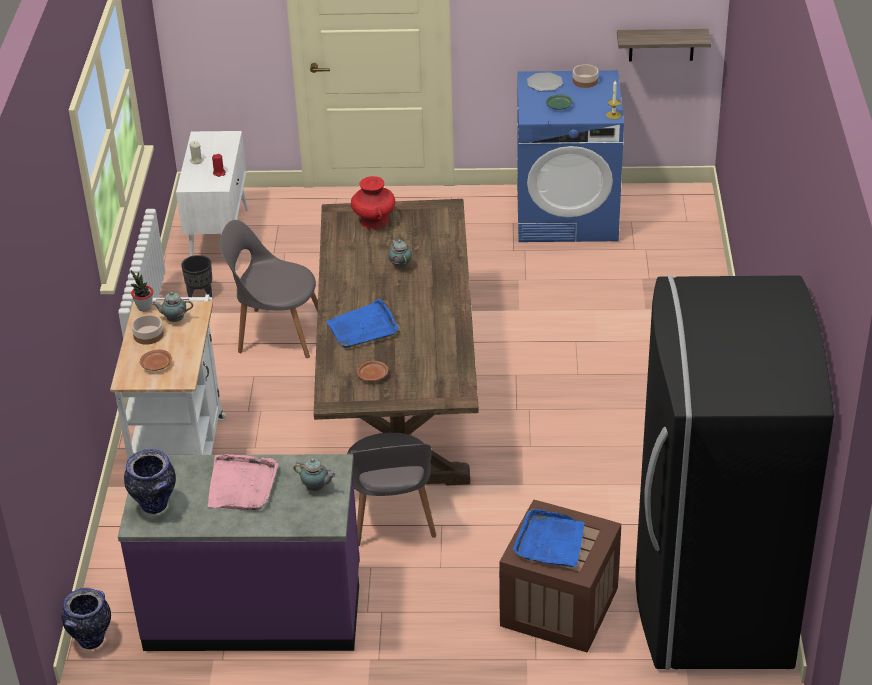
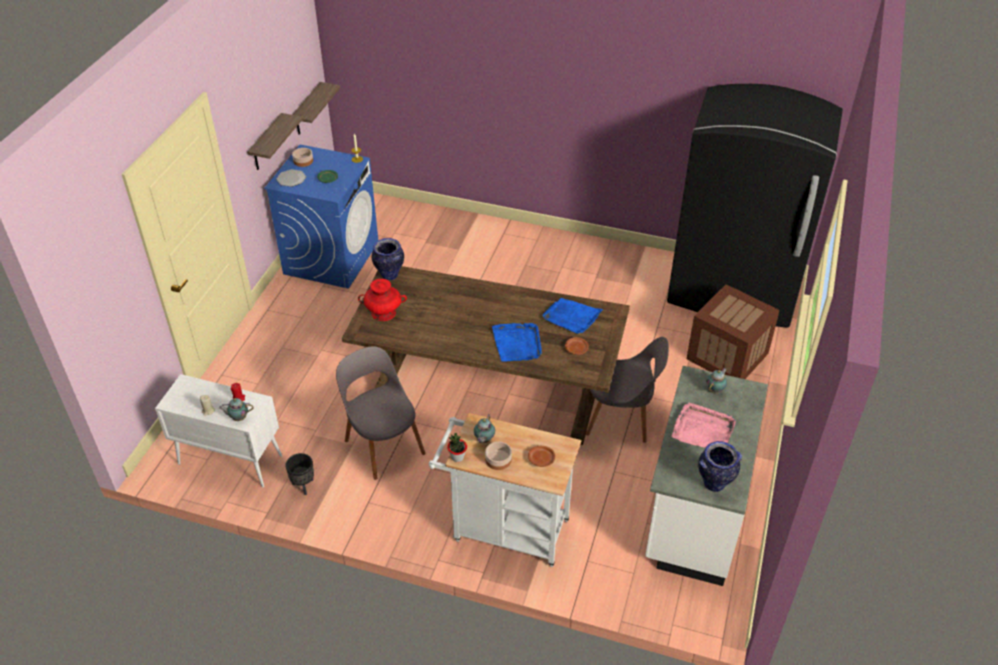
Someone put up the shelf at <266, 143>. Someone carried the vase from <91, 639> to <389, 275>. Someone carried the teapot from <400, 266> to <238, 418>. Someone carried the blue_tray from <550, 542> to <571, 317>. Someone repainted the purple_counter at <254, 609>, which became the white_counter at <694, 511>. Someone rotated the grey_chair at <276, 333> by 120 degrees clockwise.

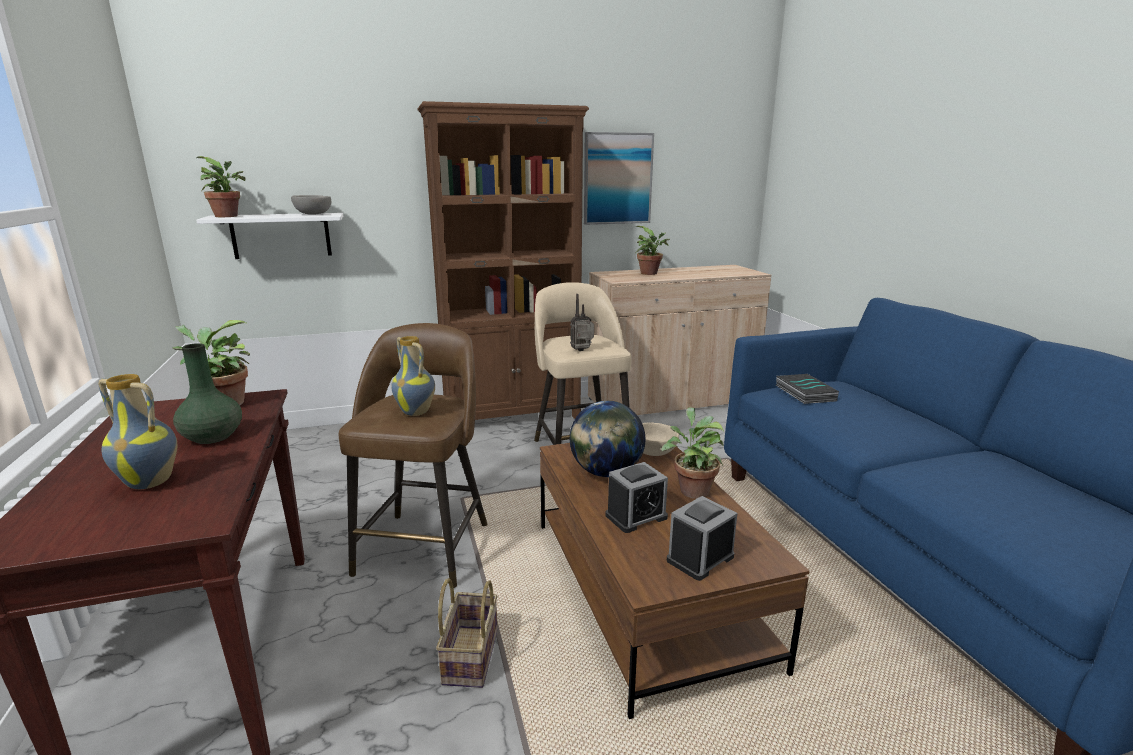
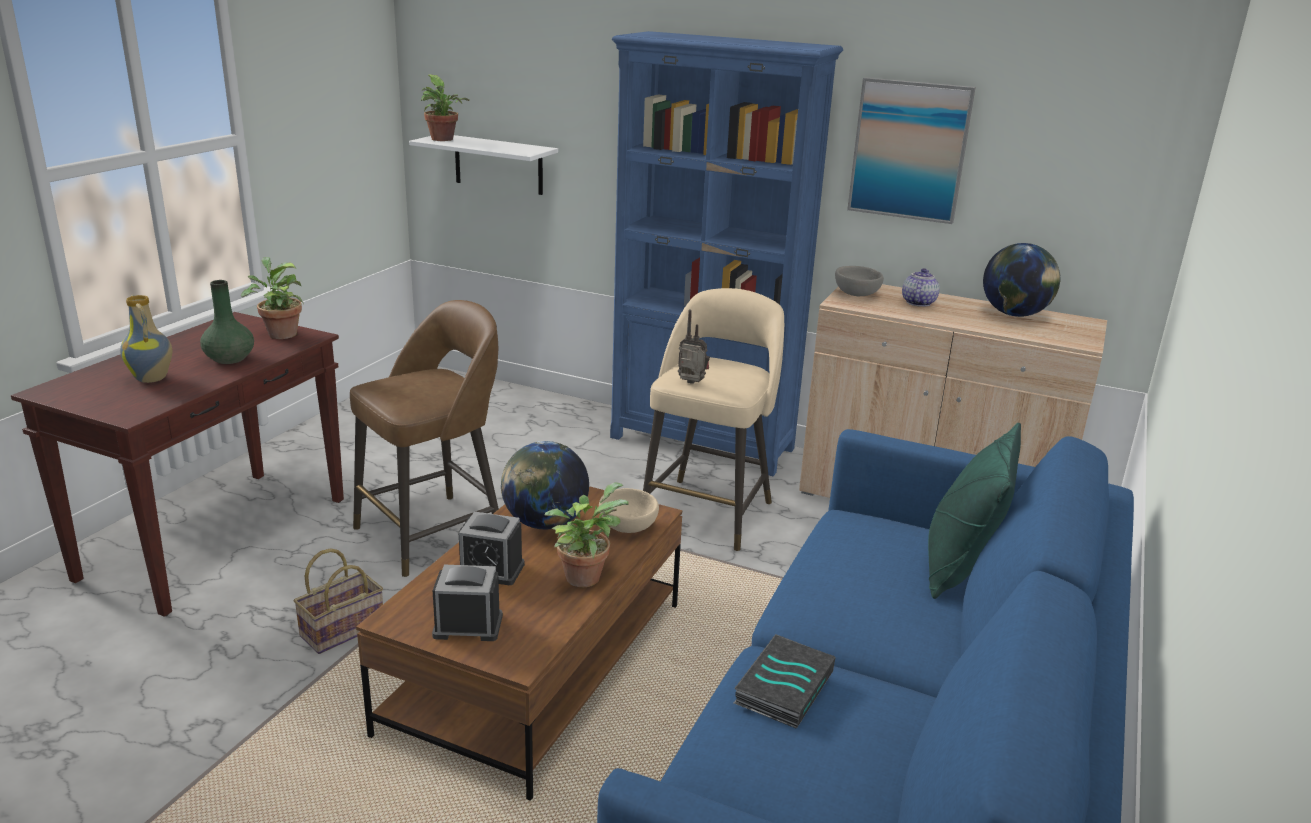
Someone took away the vase at <417, 412>. Someone put down the green_pillow at <959, 567>. Someone put down the globe at <1014, 315>. Someone carried the grey_bowl from <312, 214> to <856, 294>. Someone carried the book from <803, 393> to <783, 686>. Someone swapped the potted_plant at <651, 273> for the teapot at <917, 302>. Someone repainted the brown_bookcase at <513, 415>, which became the blue_bookcase at <703, 443>.

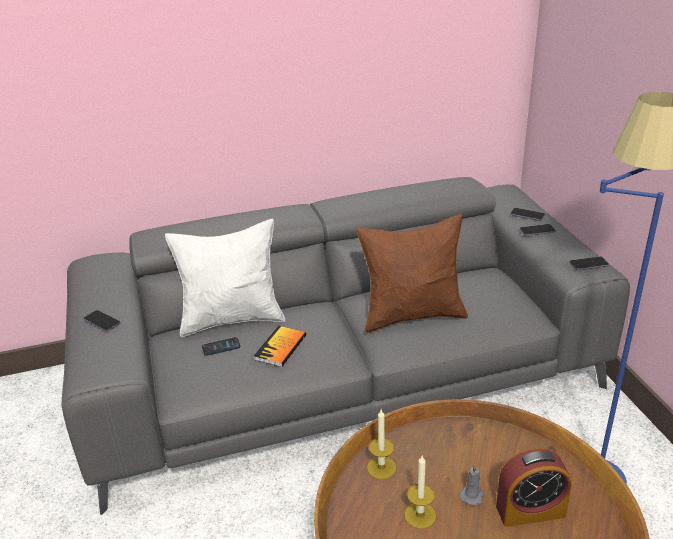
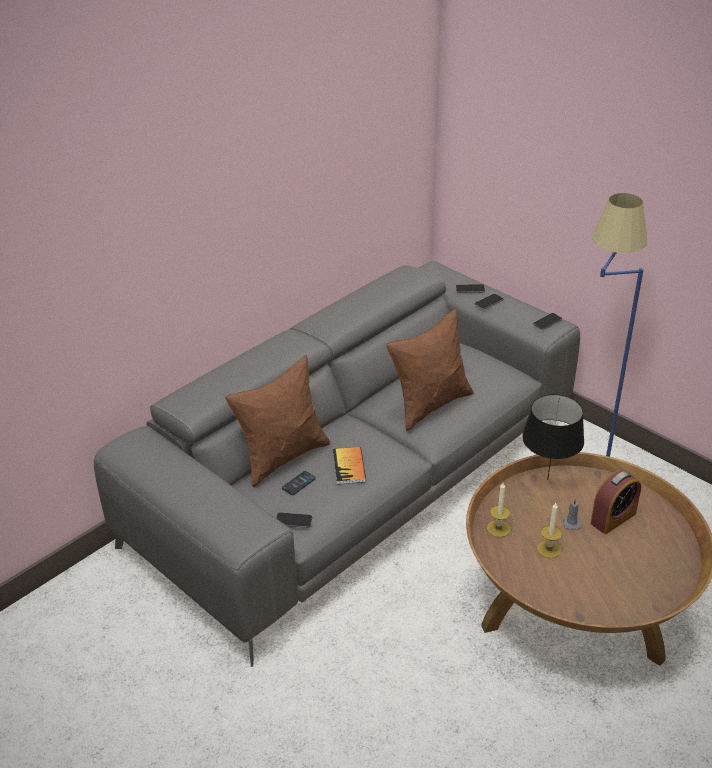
Someone put down the black_table_lamp at <548, 480>. Someone carried the phone from <102, 322> to <293, 521>. Someone repainted the white_pillow at <232, 319>, which became the brown_pillow at <282, 457>.

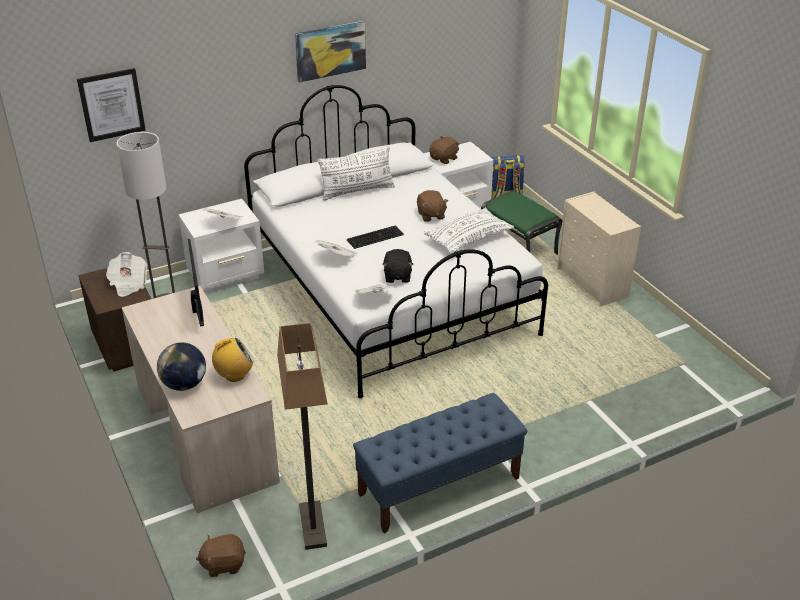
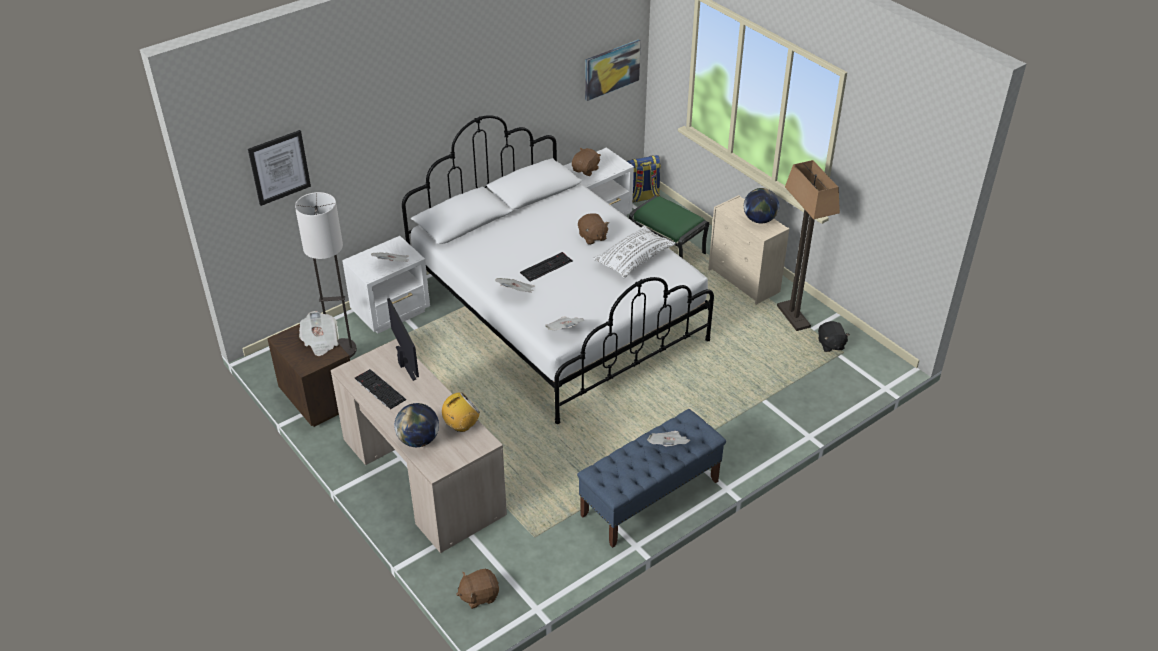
Someone took away the white_pillow at <357, 191>. Someone put down the keyboard at <379, 389>. Someone put down the newspaper at <668, 446>. Someone put down the globe at <759, 220>. Someone carried the floor_lamp from <312, 526> to <793, 316>. Someone carried the picture from <330, 51> to <611, 69>. Someone carried the black_plush_toy from <397, 276> to <830, 344>.

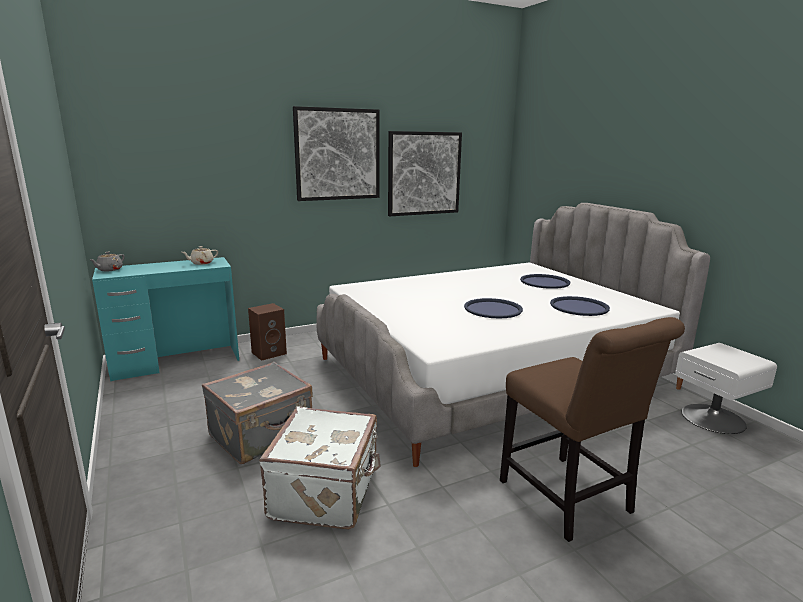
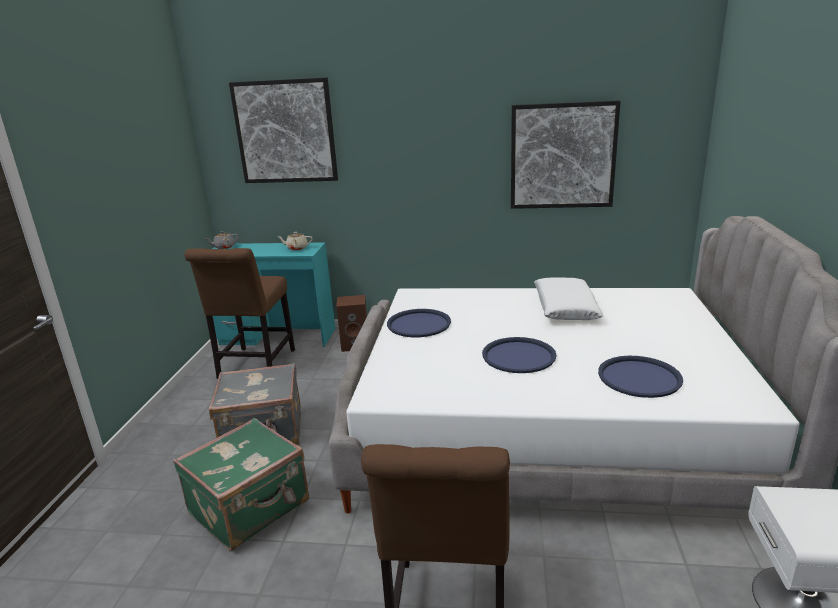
Someone put down the brown_chair at <255, 366>. Someone put down the white_pillow at <565, 308>. Someone carried the picture from <337, 154> to <285, 132>. Someone carried the blue_tray from <544, 282> to <419, 324>. Someone repainted the white_suitcase at <327, 493>, which became the green_suitcase at <251, 508>.

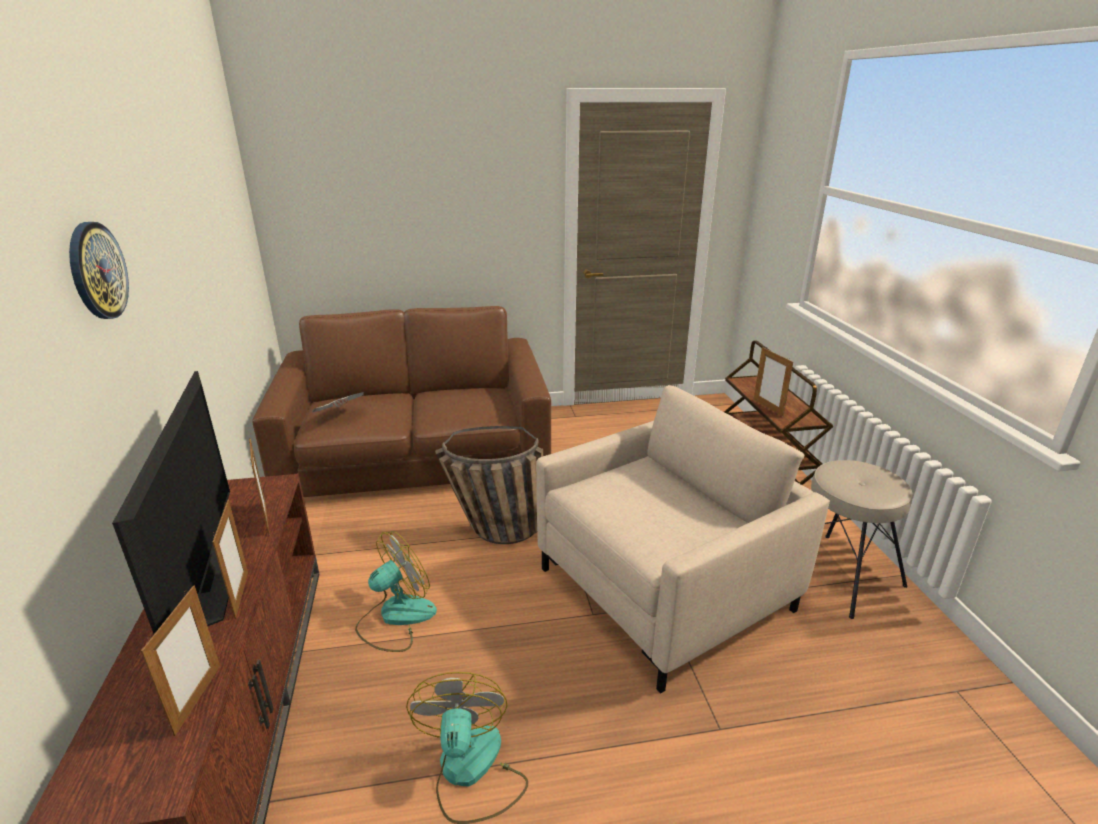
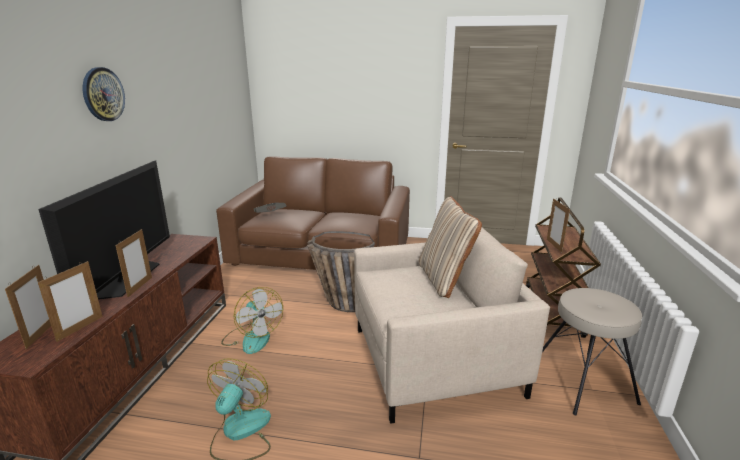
Someone put down the beige_pillow at <444, 279>. Someone carried the picture_frame from <266, 518> to <41, 334>. Someone rotated the fan at <396, 618> by 75 degrees clockwise.

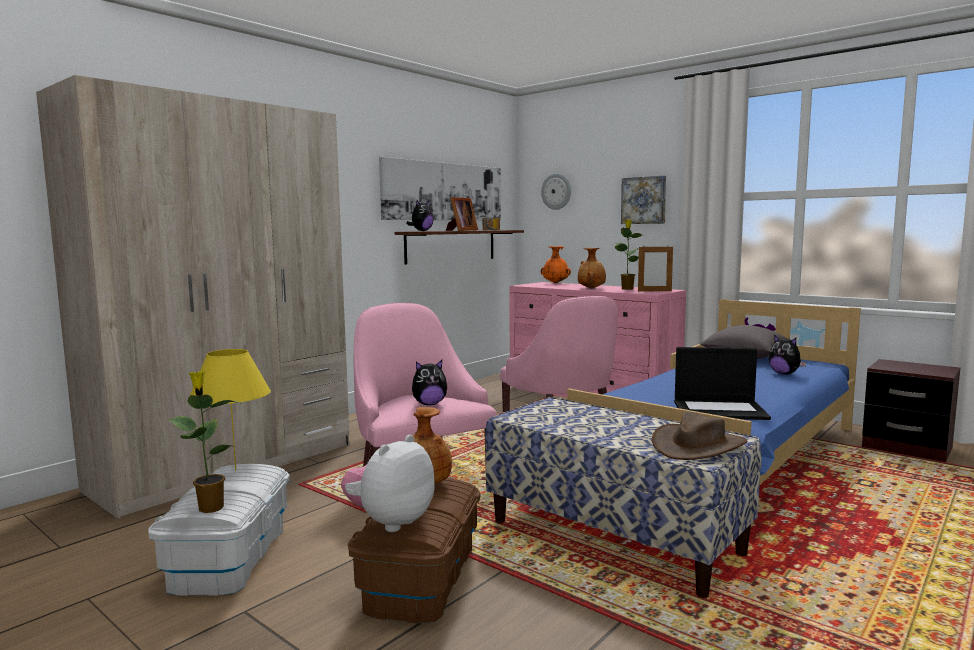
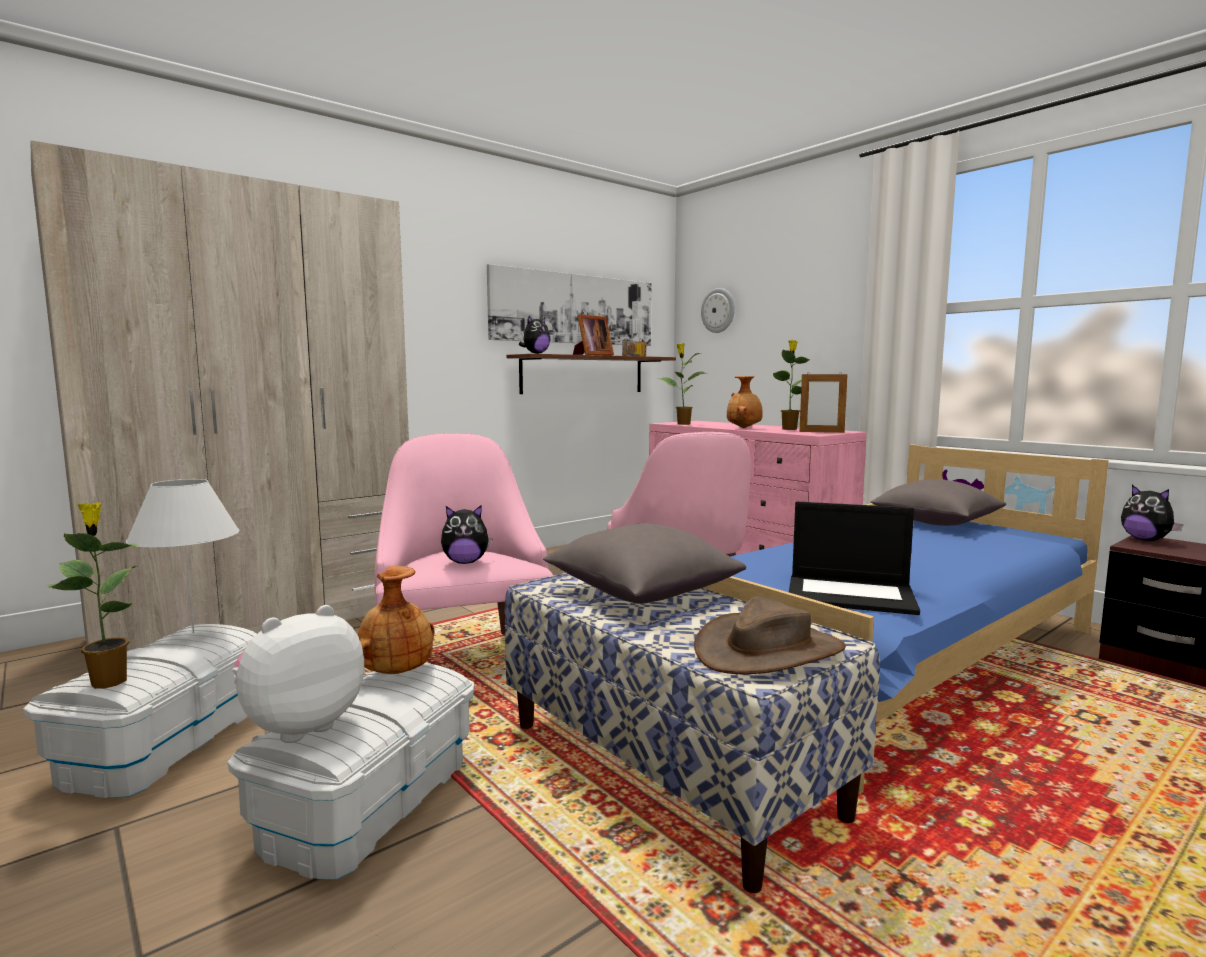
Someone took away the orange_vase at <555, 283>. Someone took away the picture at <644, 200>. Someone put down the grey_pillow at <642, 593>. Someone put down the potted_plant at <683, 424>. Someone carried the plush_toy from <784, 374> to <1146, 540>. Someone repainted the yellow_table_lamp at <235, 470>, which became the white_table_lamp at <193, 632>. Someone repainted the brown_storage_box at <420, 577>, which became the white_storage_box at <368, 802>.

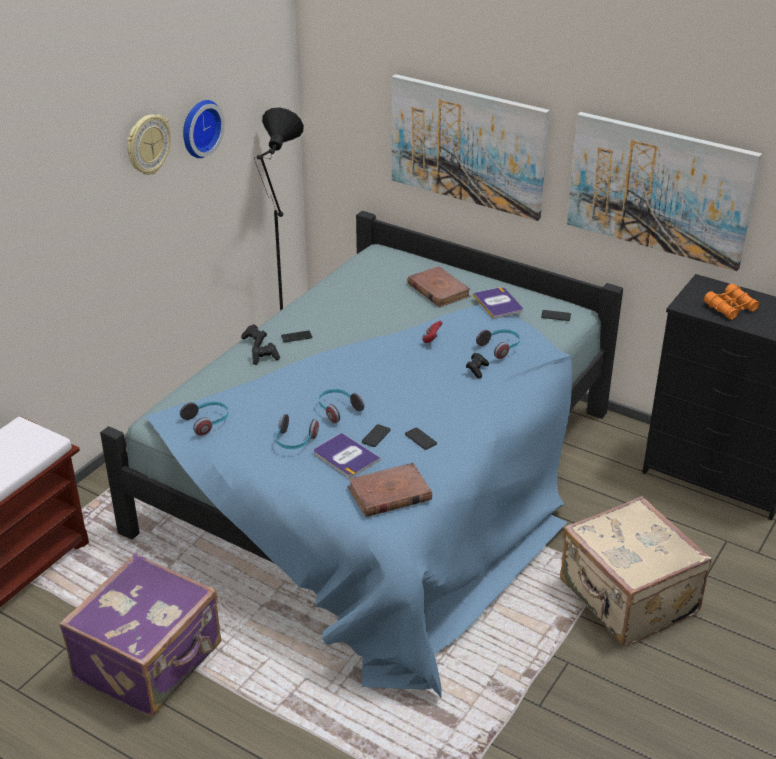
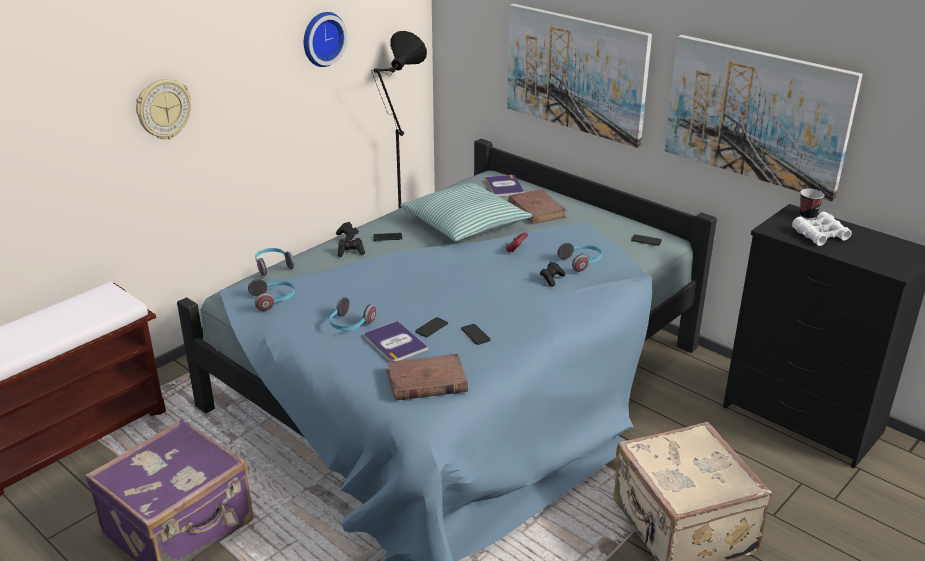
Someone put down the pillow at <465, 224>. Someone put down the cup at <807, 216>. Someone carried the wall_clock from <147, 144> to <163, 109>. Someone carried the headphones from <338, 410> to <273, 266>. Someone carried the book from <498, 303> to <504, 186>. Someone repainted the orange_binoculars at <730, 307>, which became the white_binoculars at <820, 235>.

